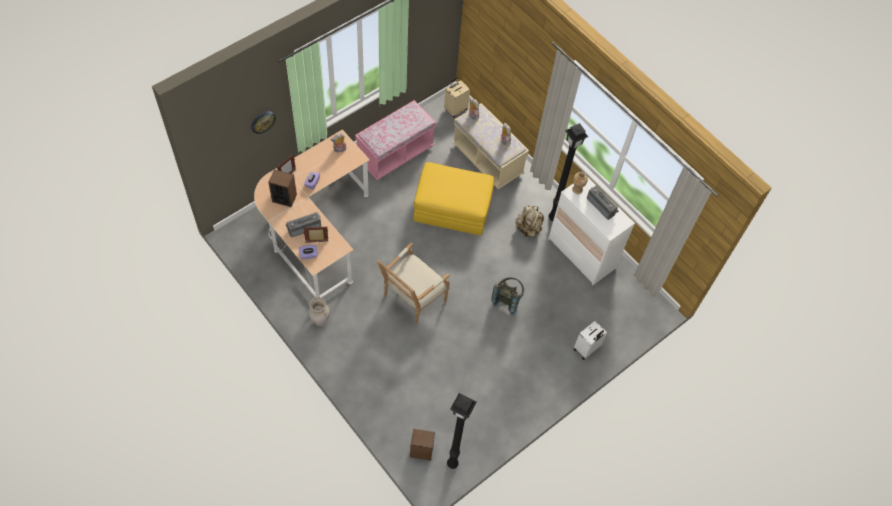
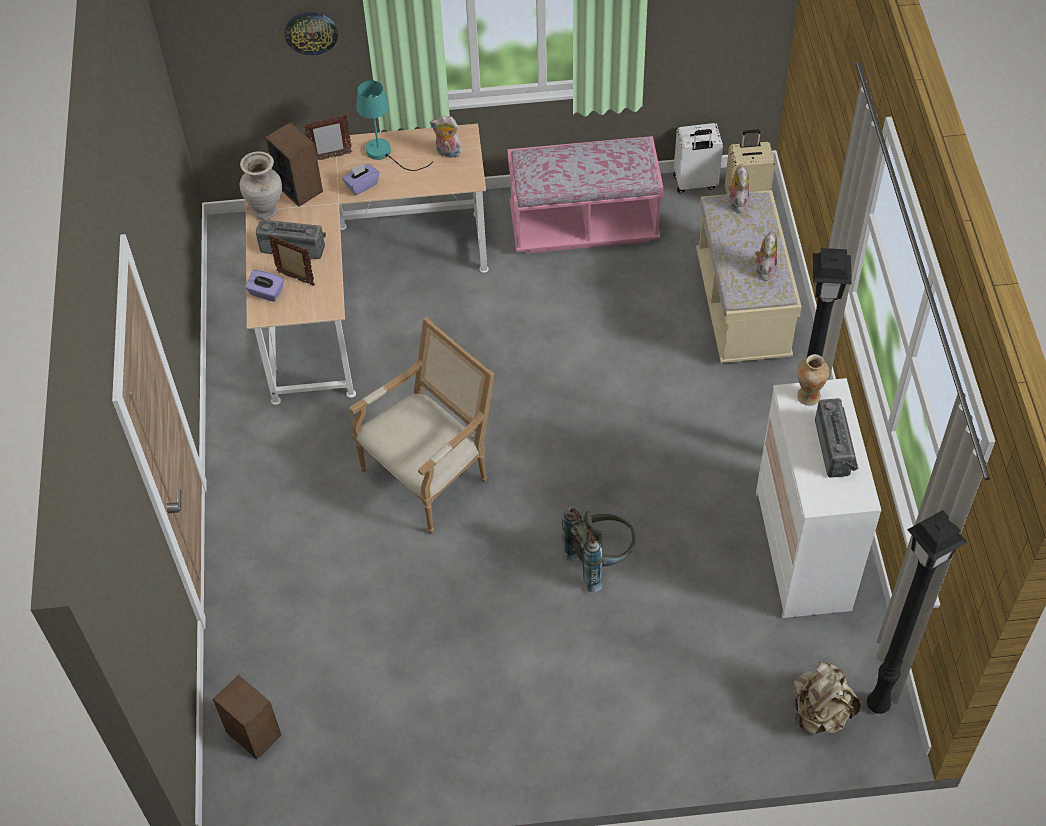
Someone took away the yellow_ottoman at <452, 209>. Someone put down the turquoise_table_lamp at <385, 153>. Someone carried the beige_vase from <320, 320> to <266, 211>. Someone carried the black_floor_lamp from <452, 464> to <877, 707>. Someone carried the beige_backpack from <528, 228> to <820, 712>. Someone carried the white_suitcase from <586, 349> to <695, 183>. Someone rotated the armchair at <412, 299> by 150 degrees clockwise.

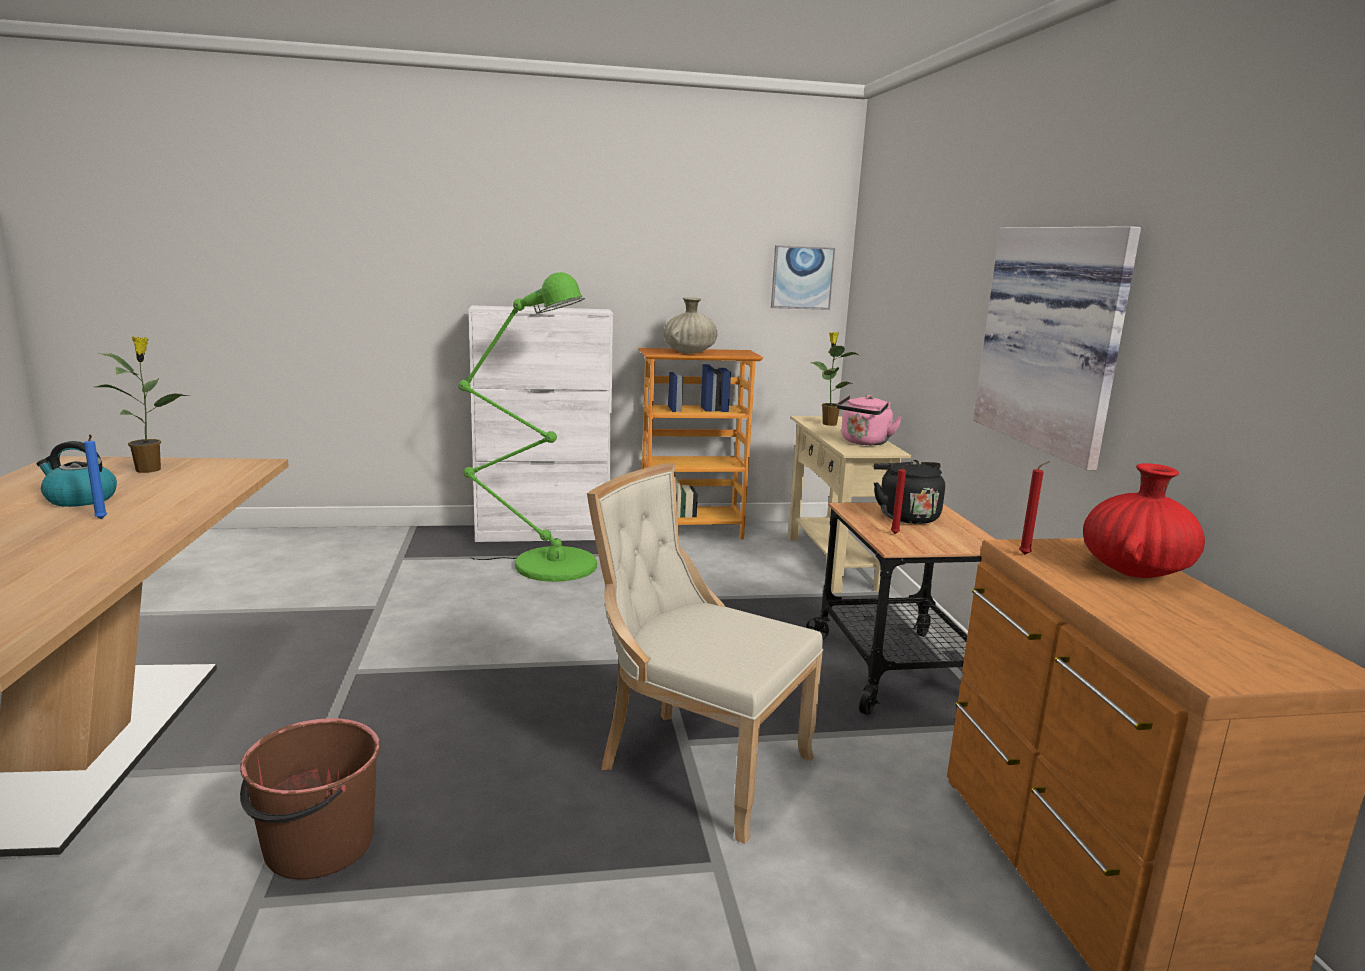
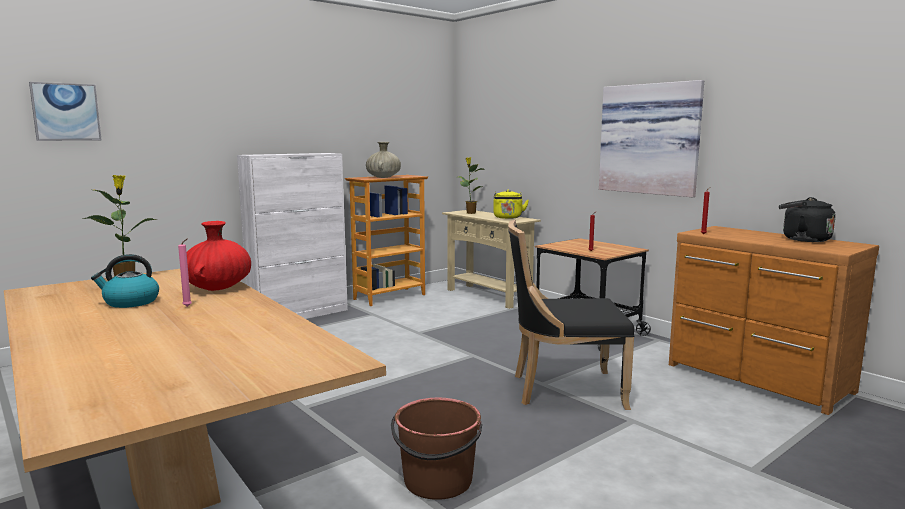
Someone took away the green_floor_lamp at <545, 564>. Someone carried the picture from <802, 277> to <66, 112>. Someone carried the black_kettle from <905, 516> to <802, 239>. Someone carried the red_vase from <1135, 571> to <218, 287>. Someone repainted the blue_candle at <101, 519>, which became the pink_candle at <188, 306>. Someone repainted the beige_chair at <696, 764>, which became the black_chair at <563, 390>. Someone repainted the pink_kettle at <864, 442>, which became the yellow_kettle at <508, 218>.

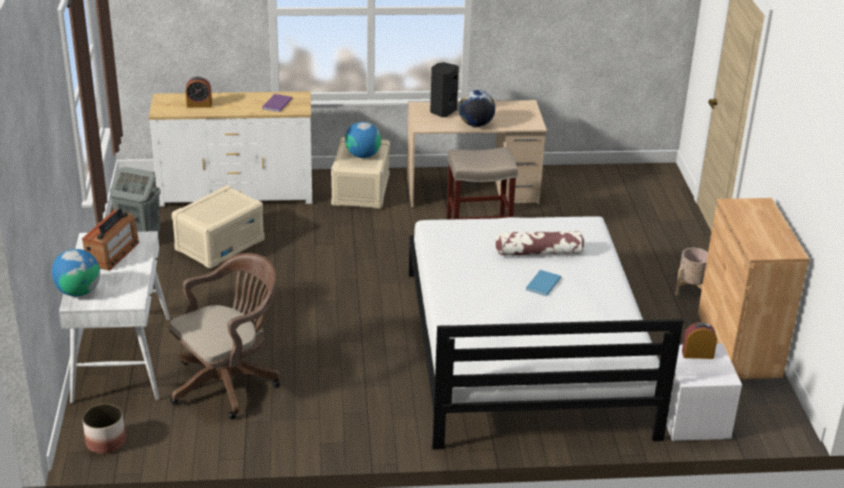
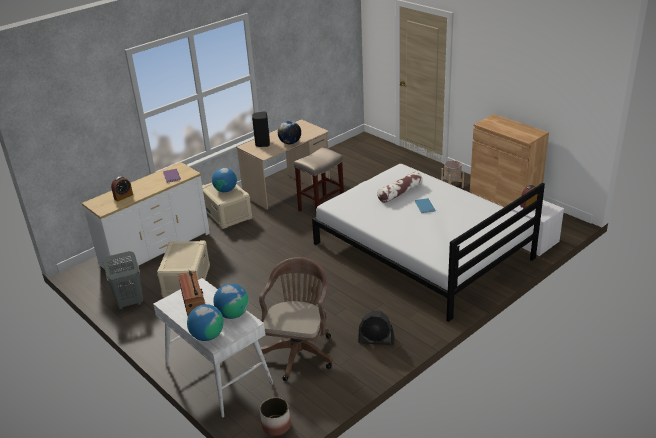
Someone put down the globe at <233, 314>. Someone put down the black_fan at <376, 340>.

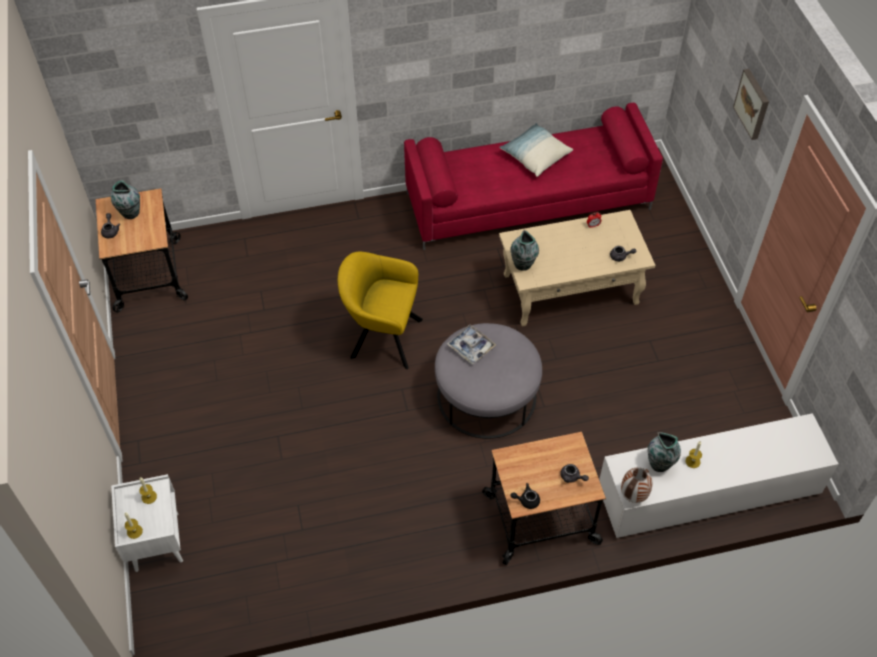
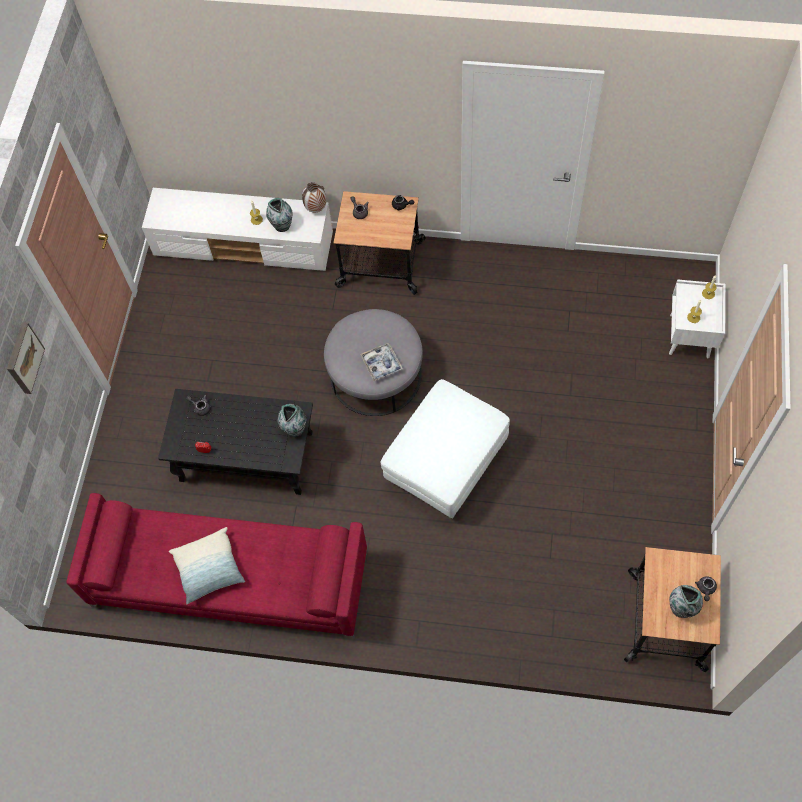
Someone swapped the yellow_armchair at <382, 337> for the white_ottoman at <446, 463>. Someone repainted the beige_coffee_table at <571, 289>, which became the black_coffee_table at <245, 456>.

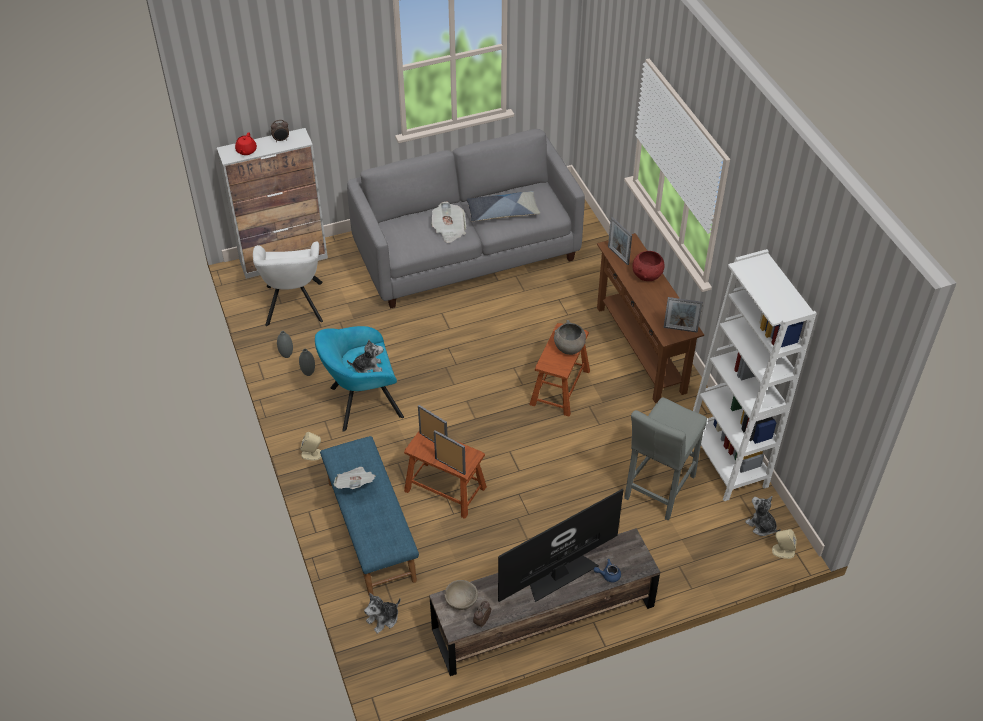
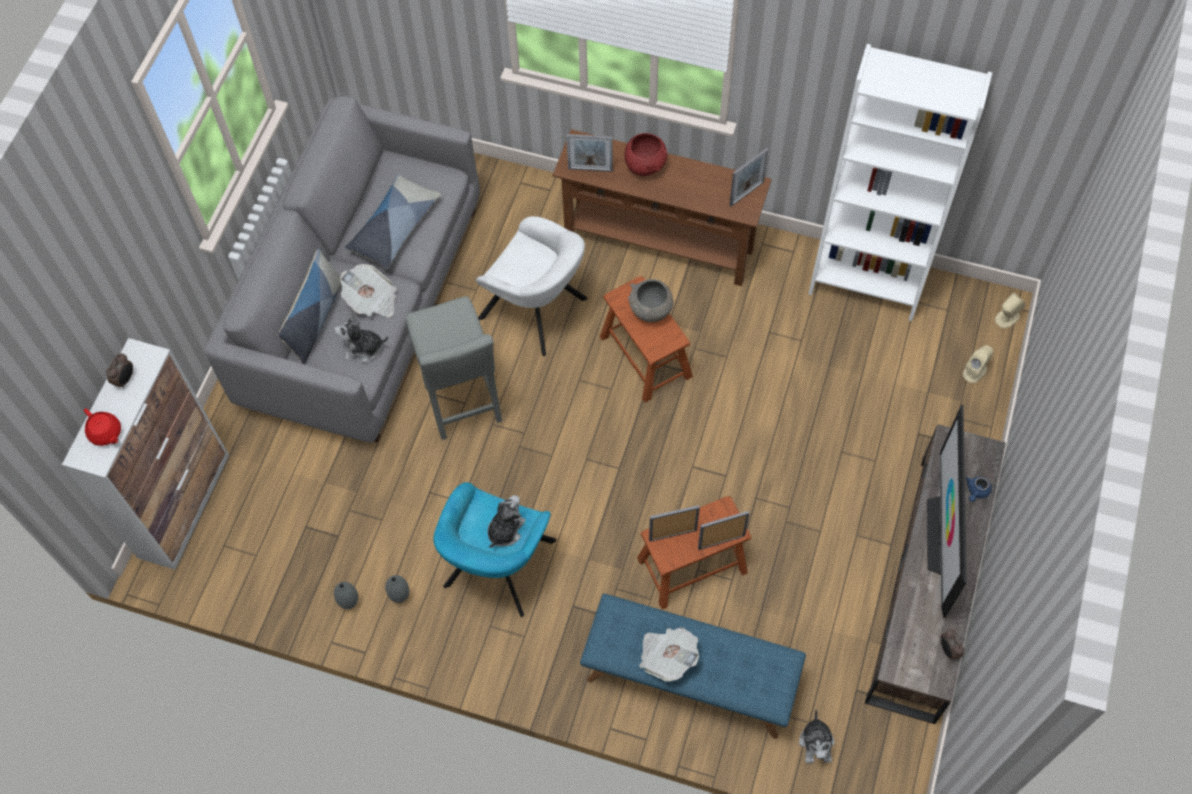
Someone took away the beige_bowl at <461, 601>. Someone put down the pillow at <315, 319>. Someone carried the white_armchair from <294, 306> to <537, 311>. Someone carried the beige_speaker from <312, 454> to <975, 371>. Someone carried the grey_stool from <658, 490> to <462, 402>. Someone carried the plush_toy from <761, 526> to <363, 348>.

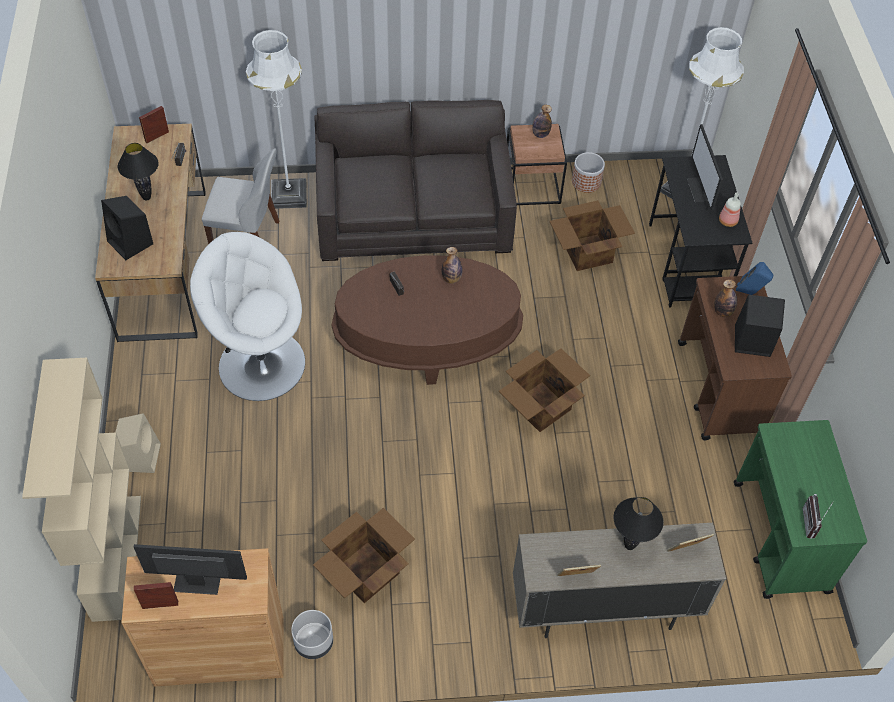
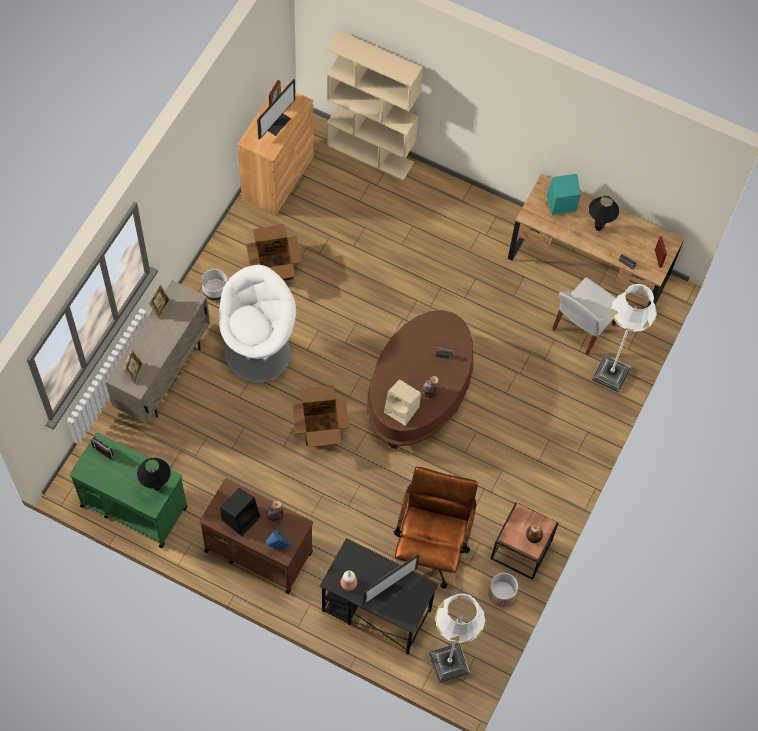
Someone took away the grey_sofa at <413, 214>. Someone carried the beige_speaker from <140, 456> to <402, 410>. Someone carried the white_armchair from <260, 363> to <259, 352>. Someone carried the grey_planter from <314, 642> to <215, 291>. Someone carried the black_table_lamp from <629, 546> to <157, 487>. Someone swapped the cardboard_box at <586, 252> for the brown_office_chair at <431, 545>. Someone repainted the black_speaker at <131, 243>, which became the turquoise_speaker at <560, 203>. Someone rotated the monitor at <701, 190> by 120 degrees clockwise.

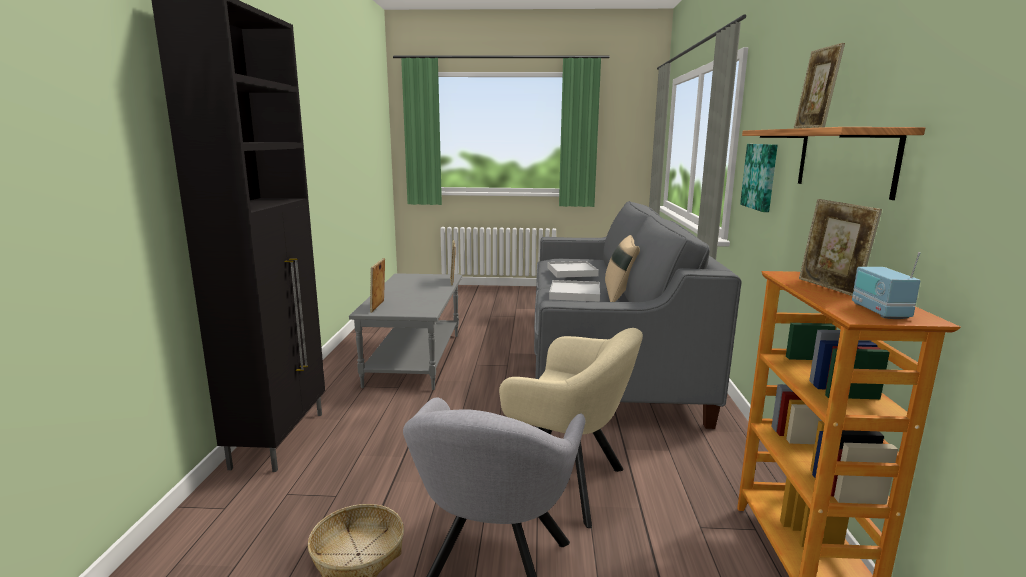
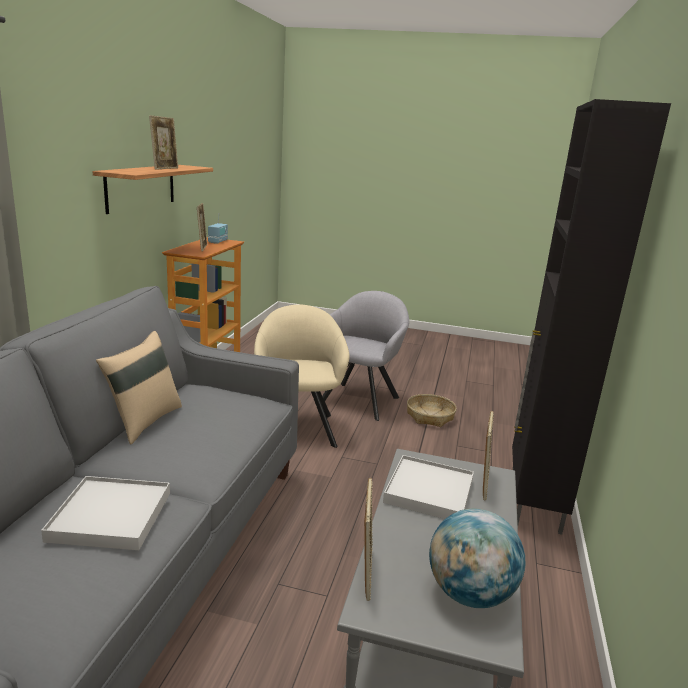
Someone took away the picture at <761, 176>. Someone put down the globe at <469, 594>. Someone carried the white_tray from <574, 294> to <429, 491>. Someone rotated the beige_armchair at <569, 485> by 45 degrees clockwise.

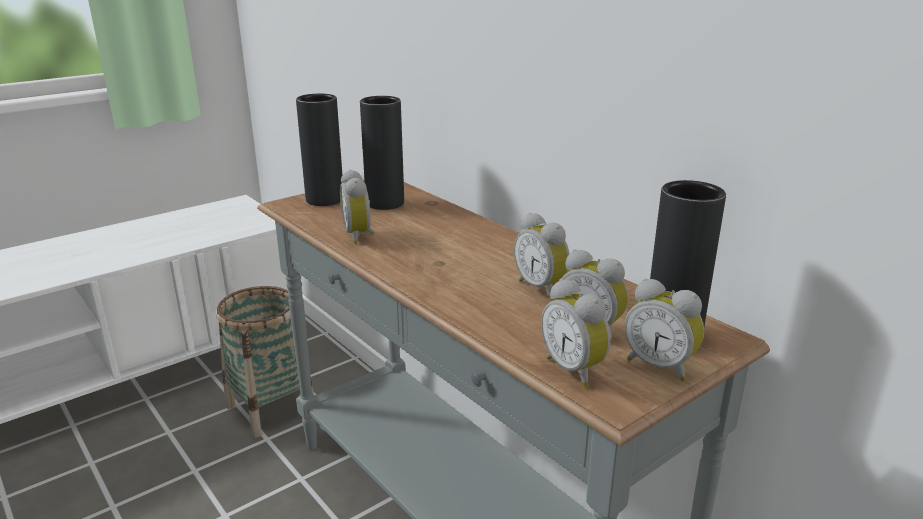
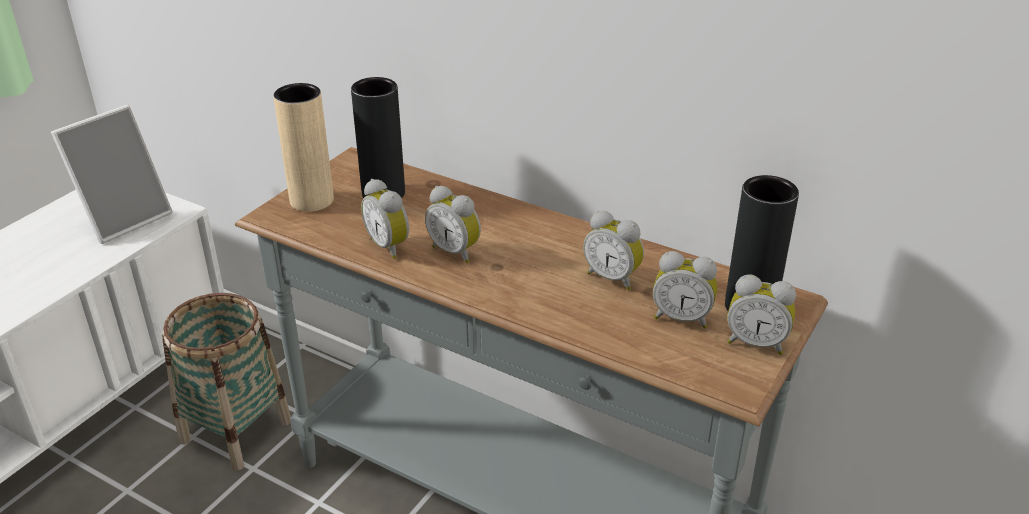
Someone put down the picture_frame at <125, 218>. Someone carried the alarm_clock from <575, 369> to <456, 251>. Someone repainted the black_vase at <325, 200>, which became the beige_vase at <311, 200>.

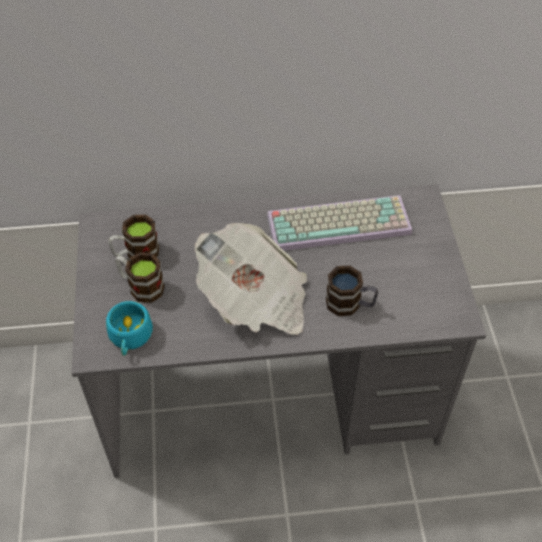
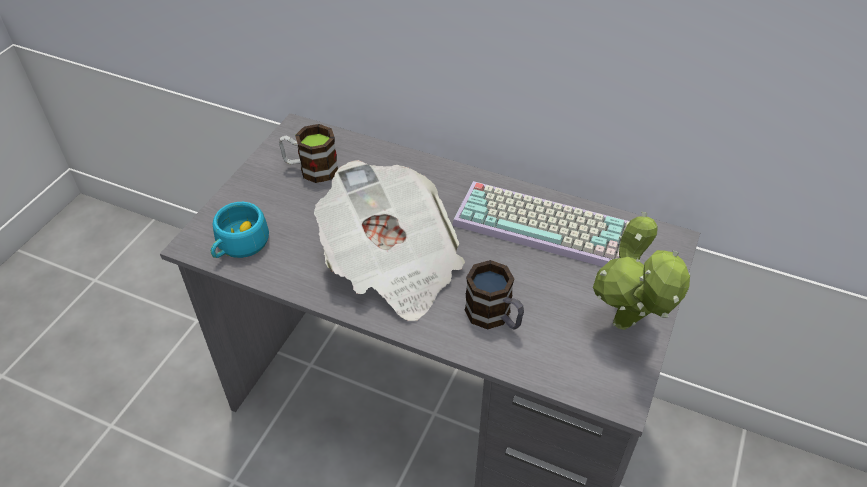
Someone took away the mug at <141, 286>. Someone put down the potted_plant at <625, 328>.

